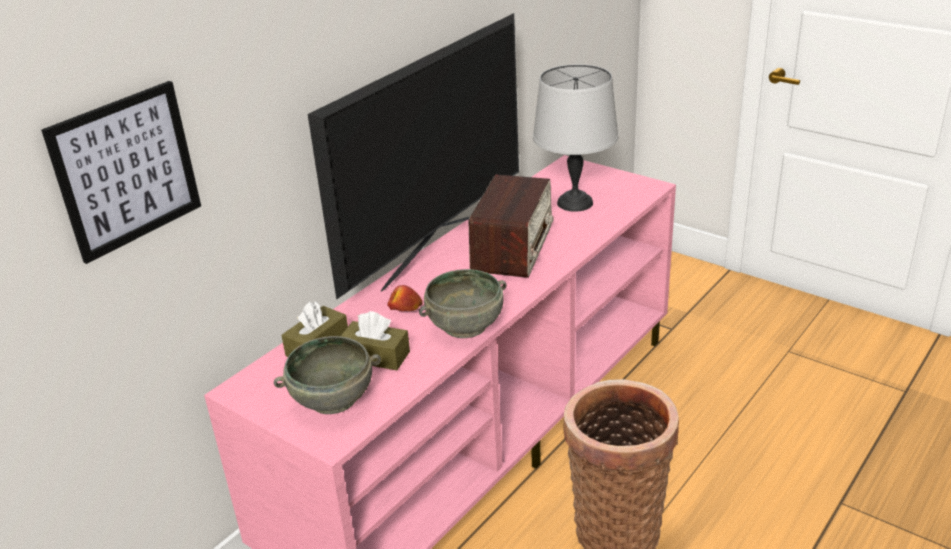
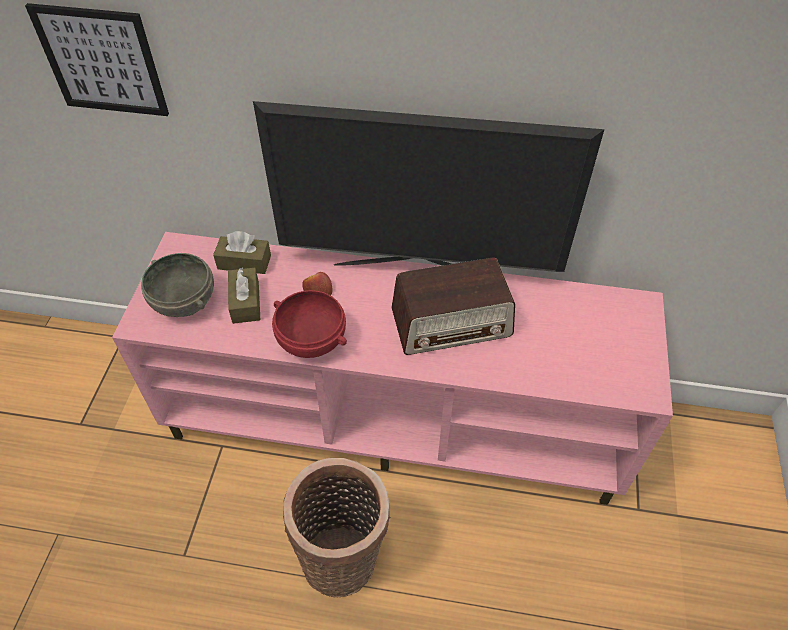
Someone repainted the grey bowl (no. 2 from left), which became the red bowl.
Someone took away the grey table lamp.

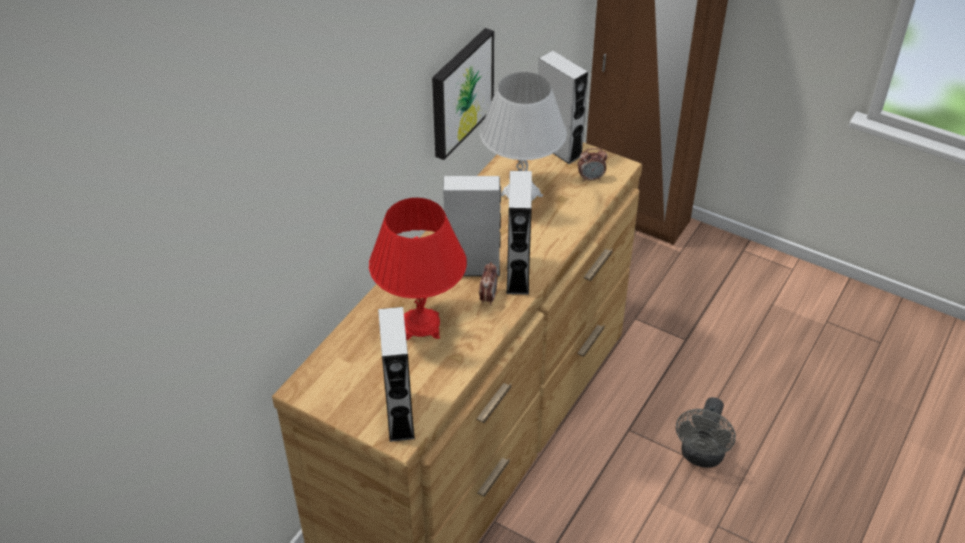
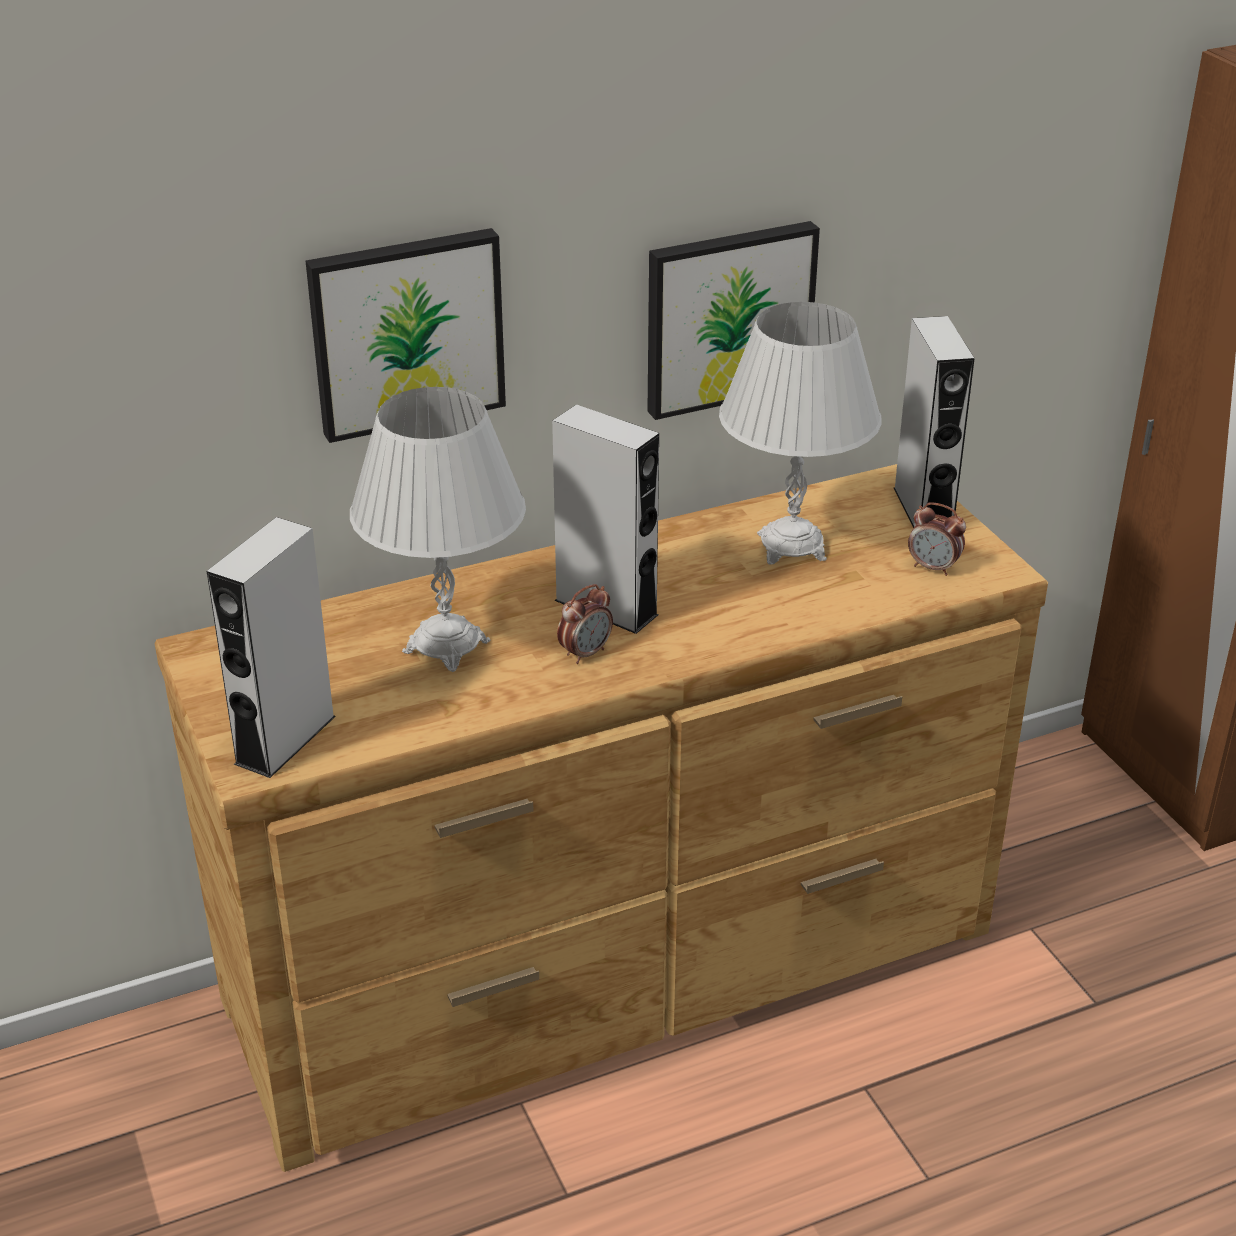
Someone put up the picture (no. 1 from left).
Someone repainted the red table lamp, which became the white table lamp (no. 1 from left).
Someone took away the grey speaker (no. 3 from left).
Someone took away the grey fan.

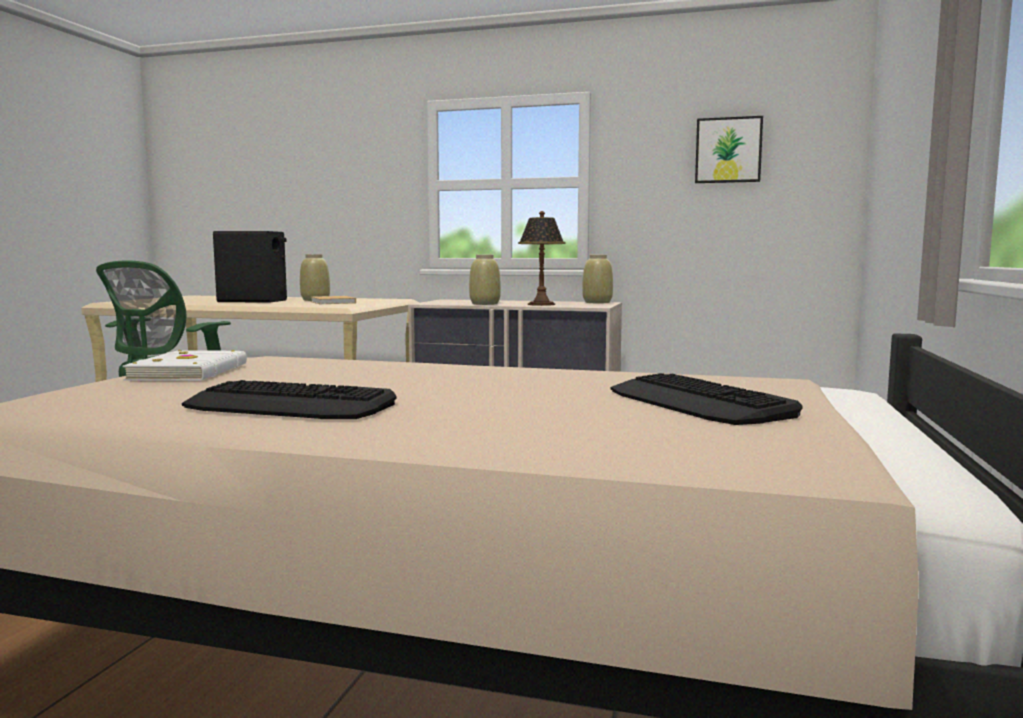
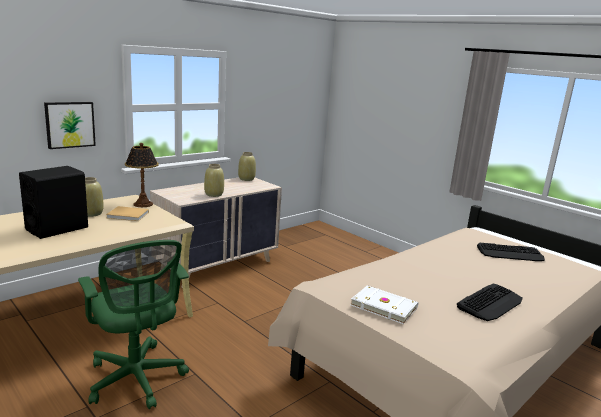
Someone carried the picture.
Someone carried the table lamp.

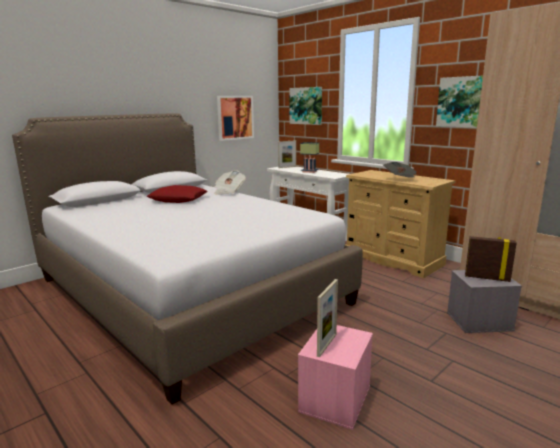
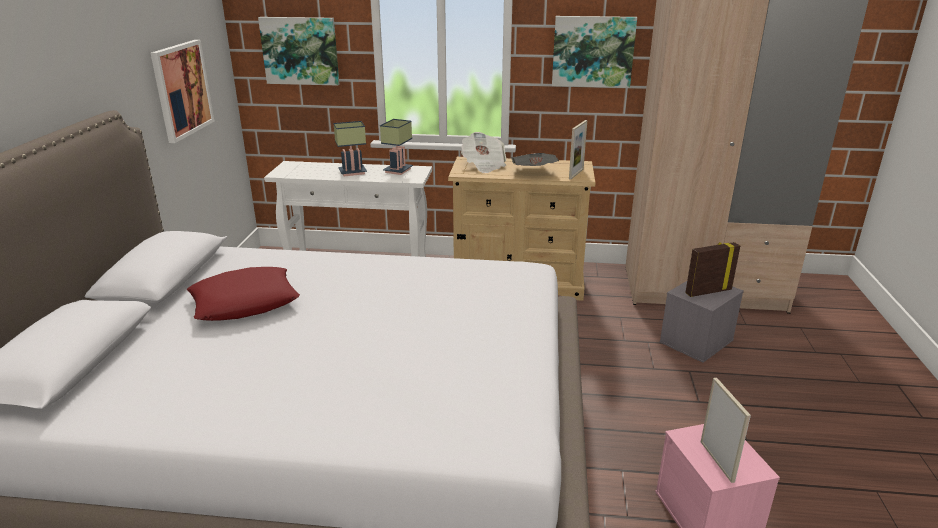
Someone put down the table lamp (no. 2 from left).
Someone carried the newspaper (no. 1 from left).
Someone carried the picture frame (no. 1 from left).

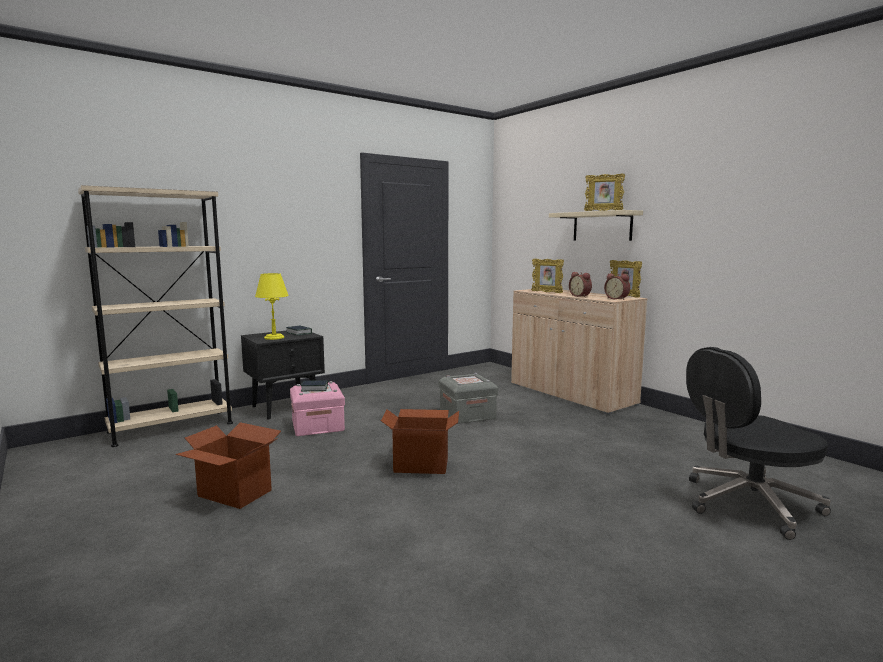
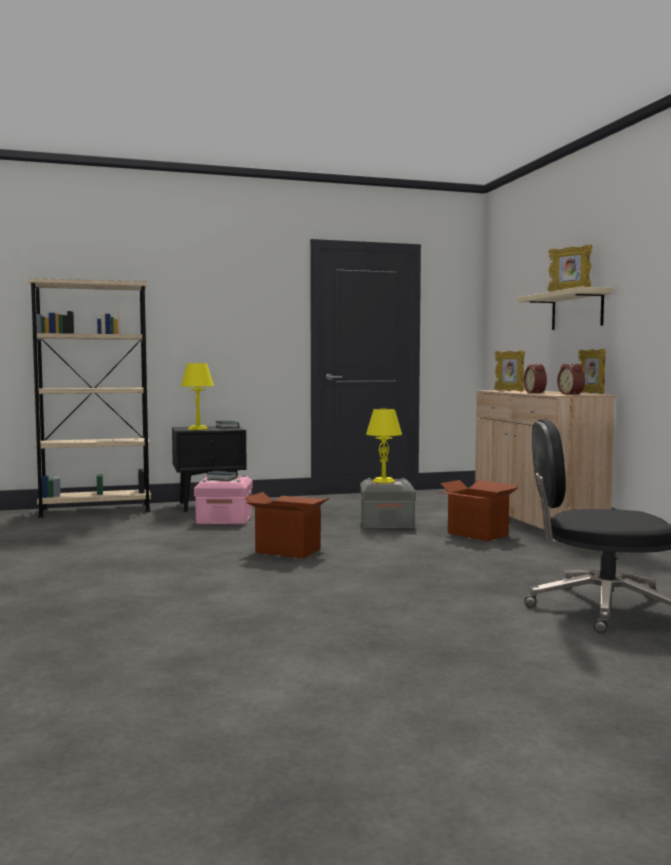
Someone put down the yellow table lamp (no. 2 from left).
Someone carried the cardboard box (no. 1 from left in the first image).

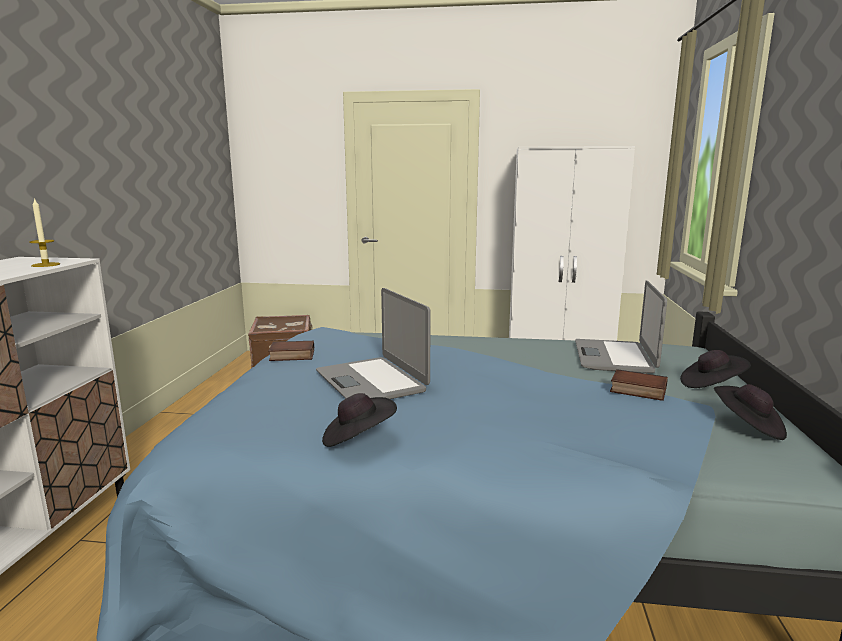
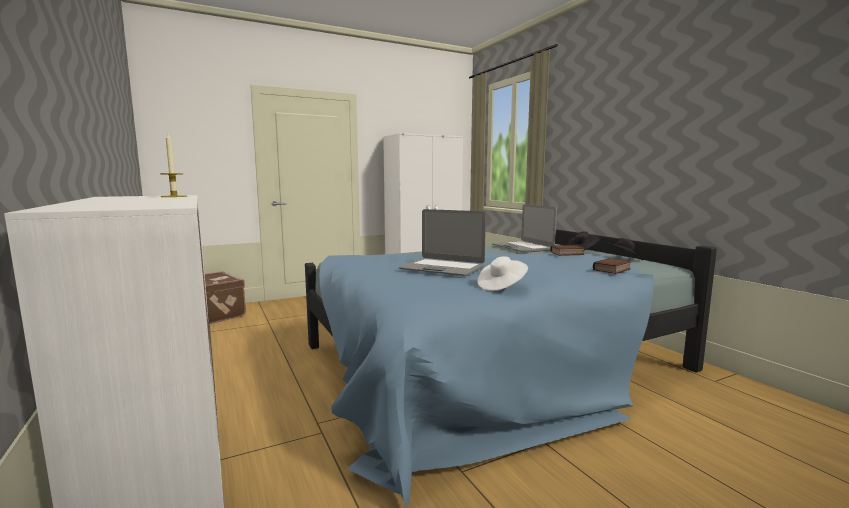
Someone repainted the black hat (no. 1 from left), which became the white hat.
Someone carried the book (no. 1 from left in the first image).

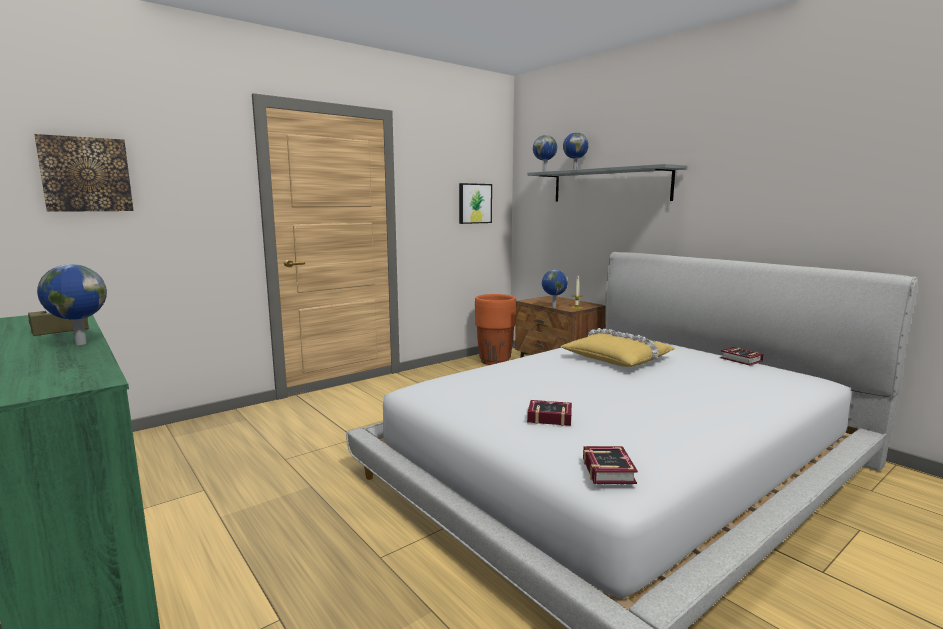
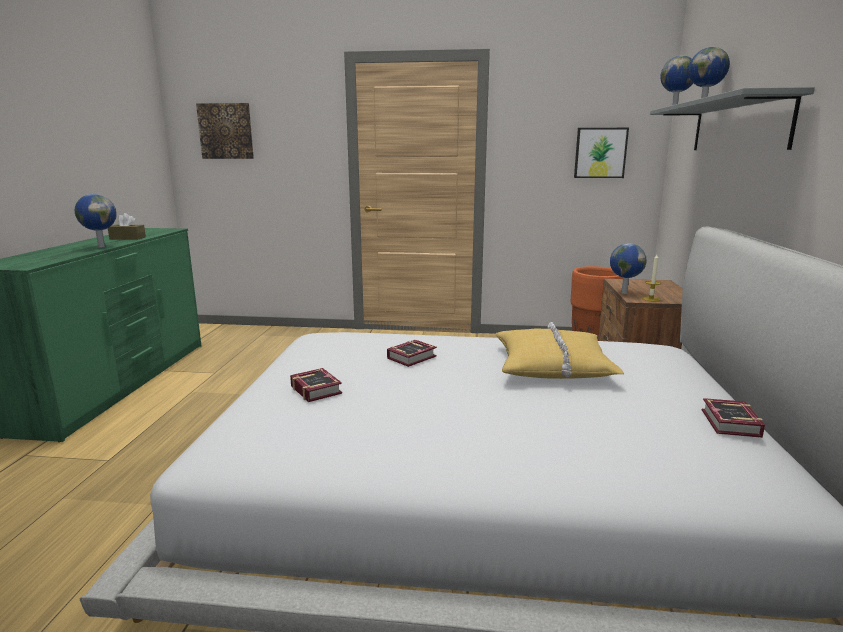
Someone carried the book (no. 2 from left).

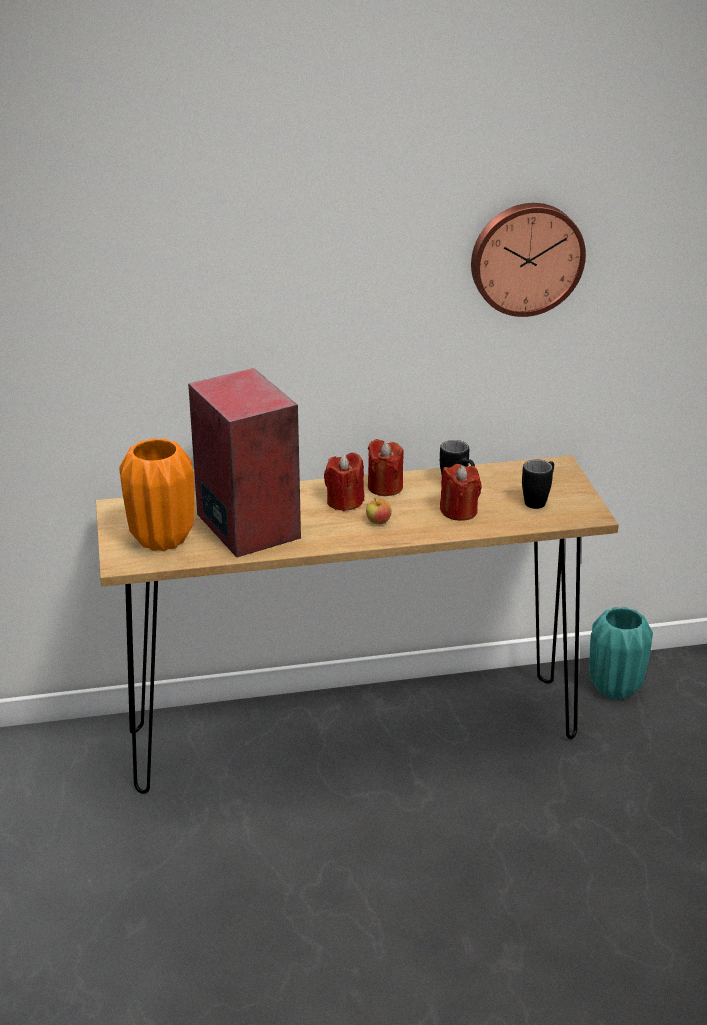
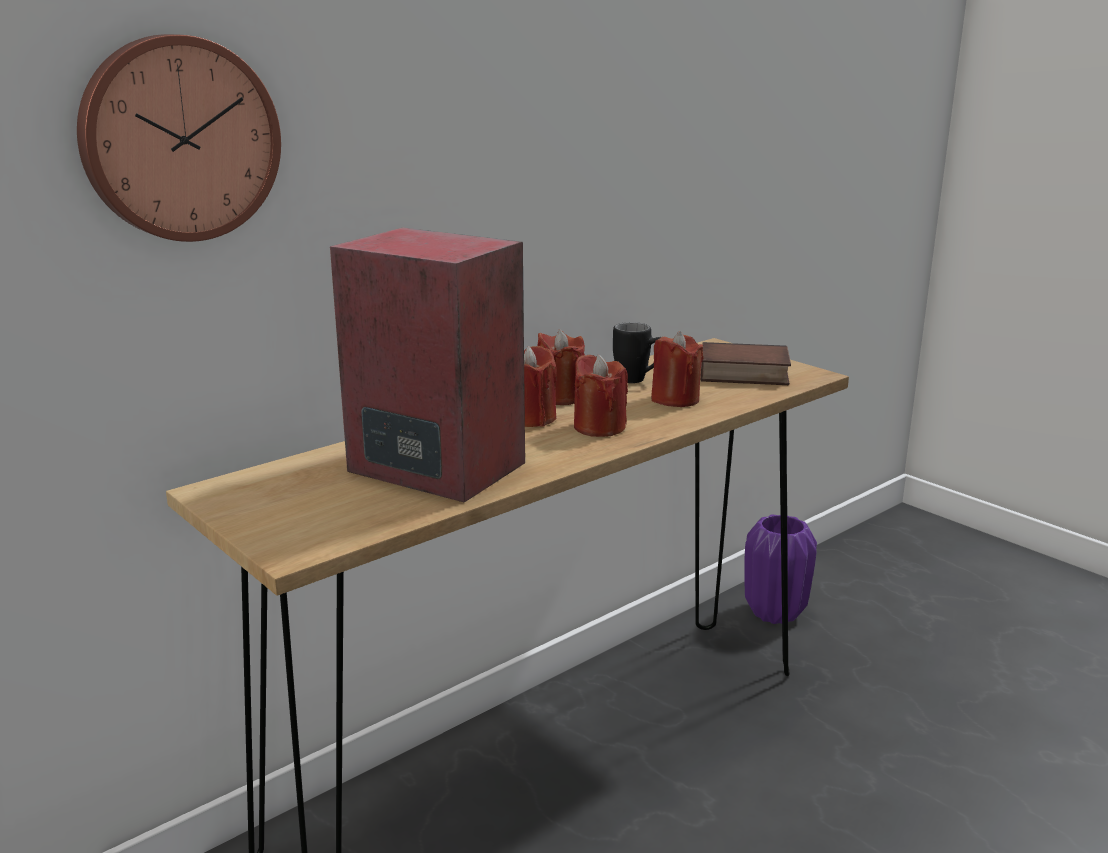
Someone carried the wall clock.
Someone swapped the apple for the red candle (no. 3 from left).
Someone swapped the black mug (no. 2 from left) for the book.
Someone repainted the turquoise vase, which became the purple vase.
Someone took away the orange vase.

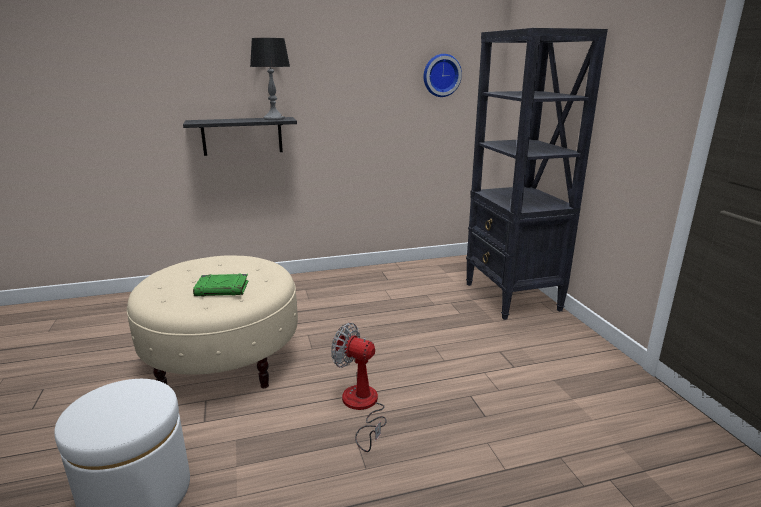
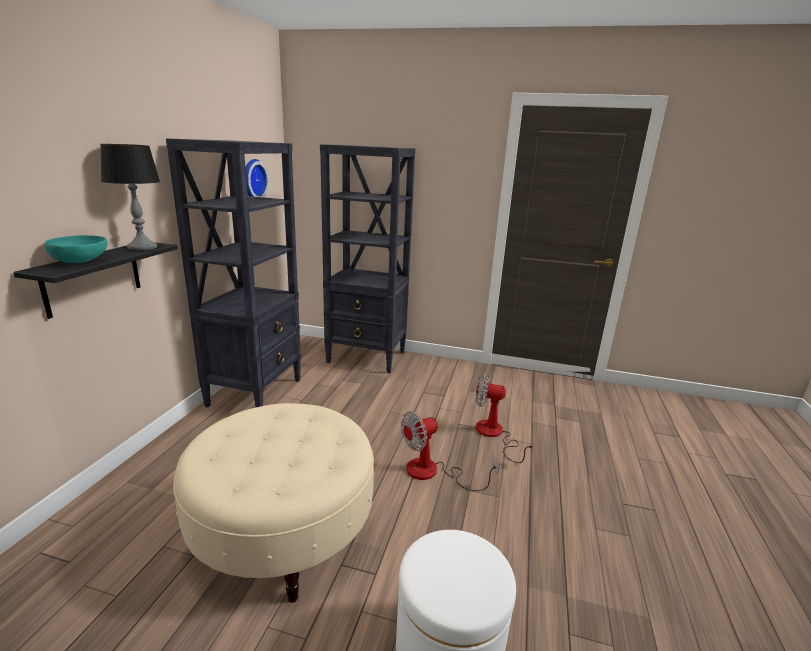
Someone put down the turquoise bowl.
Someone put down the black bookcase (no. 1 from left).
Someone put down the fan (no. 2 from left).
Someone took away the green book.

